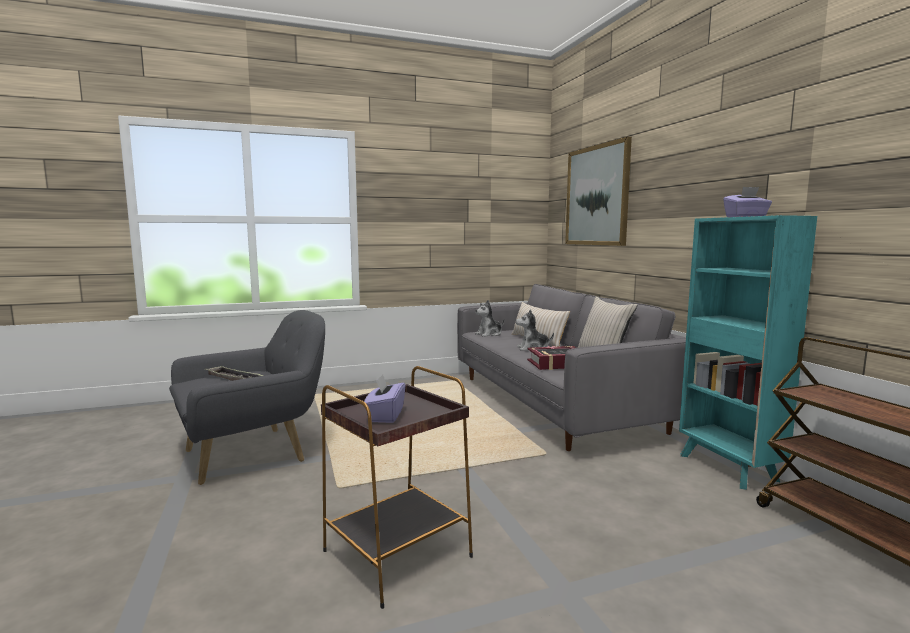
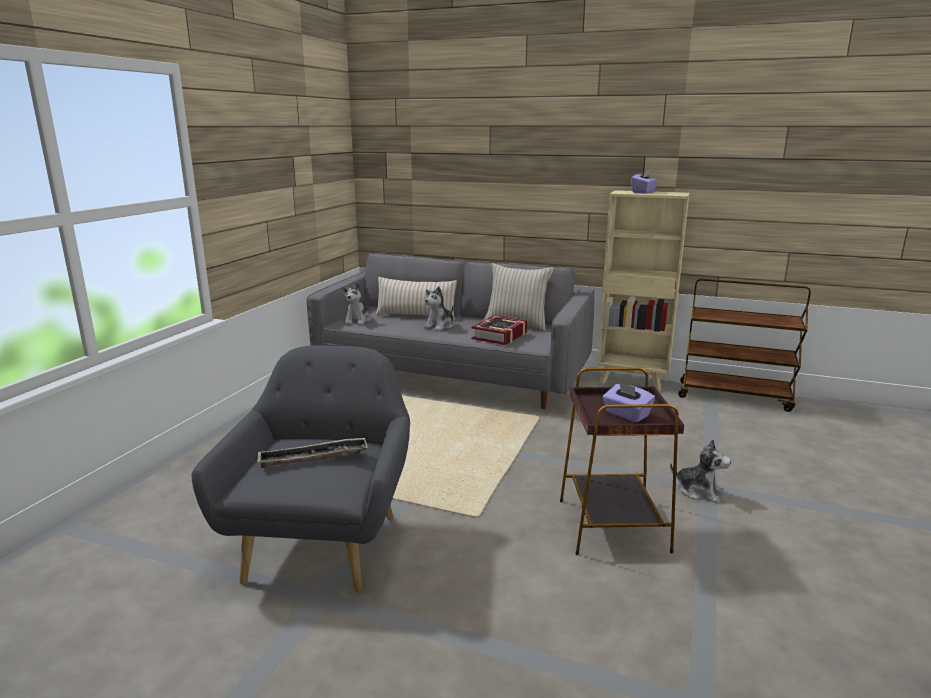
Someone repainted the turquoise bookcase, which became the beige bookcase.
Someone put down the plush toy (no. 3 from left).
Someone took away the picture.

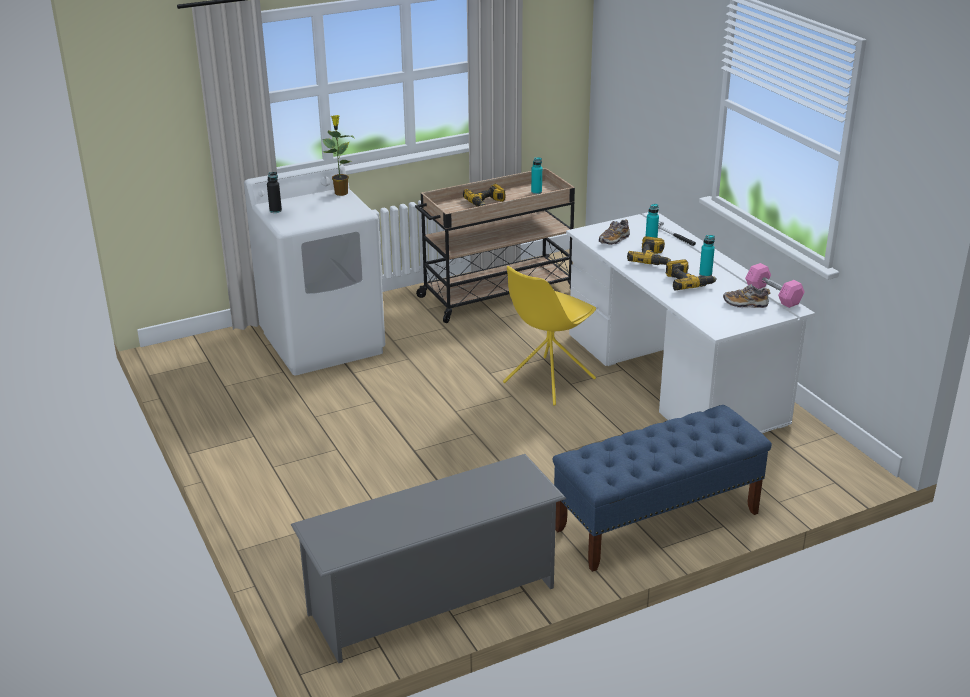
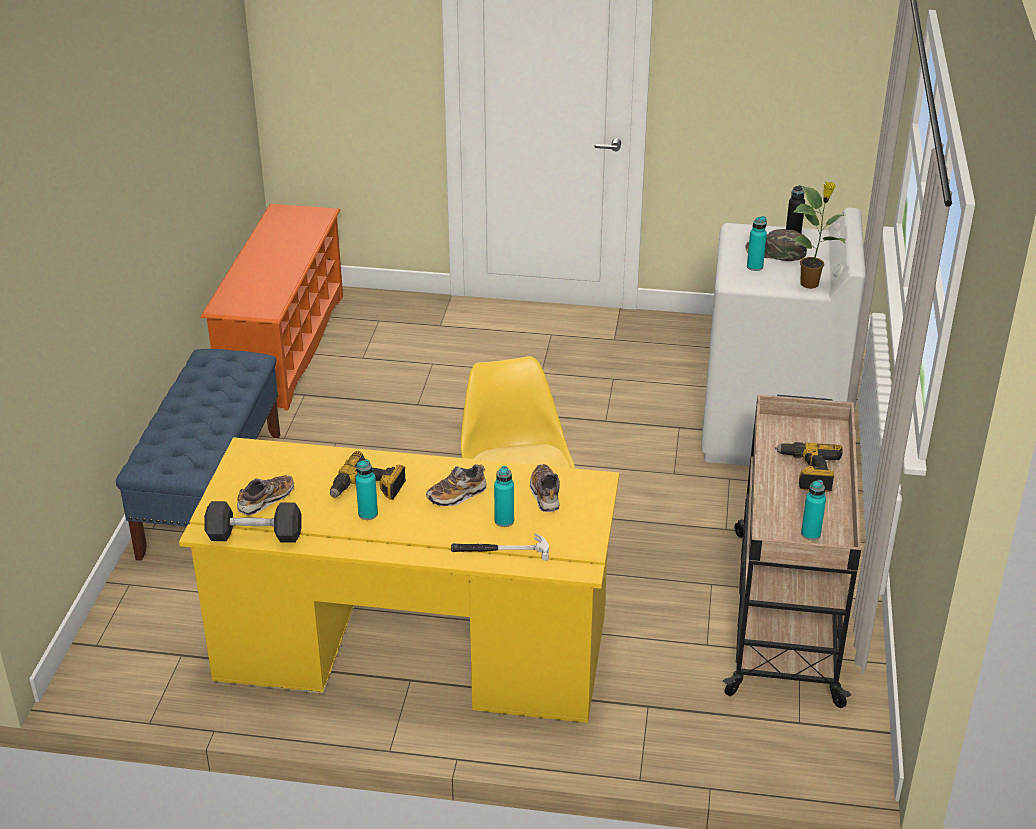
Someone repainted the white desk, which became the yellow desk.
Someone repainted the grey shoe rack, which became the orange shoe rack.
Someone repainted the pink dumbbell, which became the grey dumbbell.
Someone swapped the power drill (no. 2 from left) for the shoe (no. 2 from left).
Someone put down the green cap.
Someone put down the turquoise bottle (no. 3 from left).

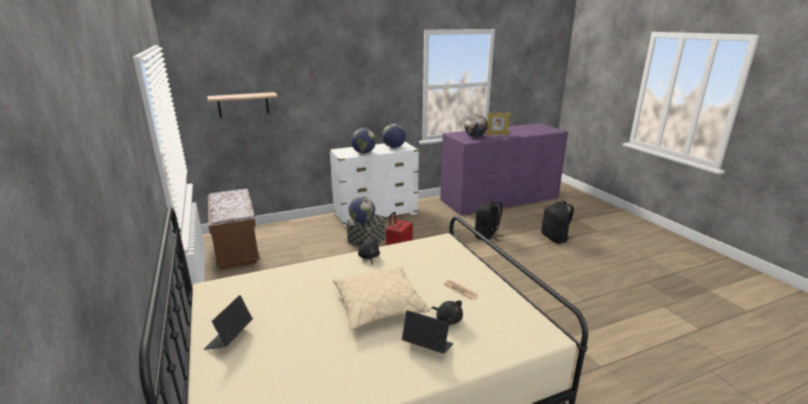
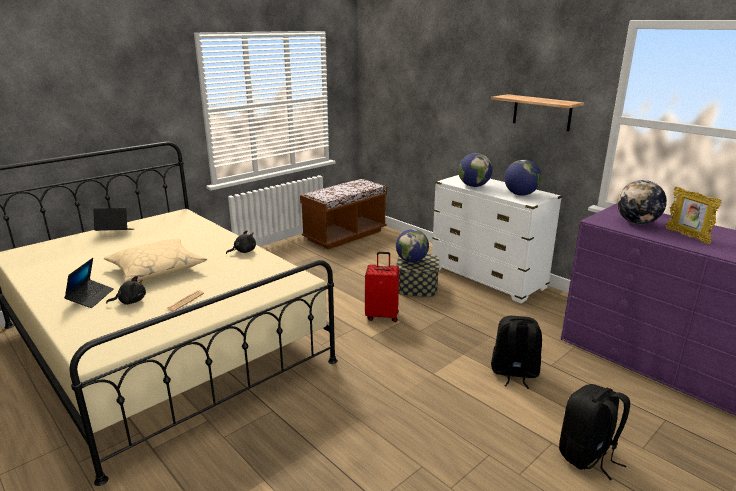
Someone rotated the black plush toy (no. 2 from left in the first image) by 135 degrees counterclockwise.
Someone carried the shelf.

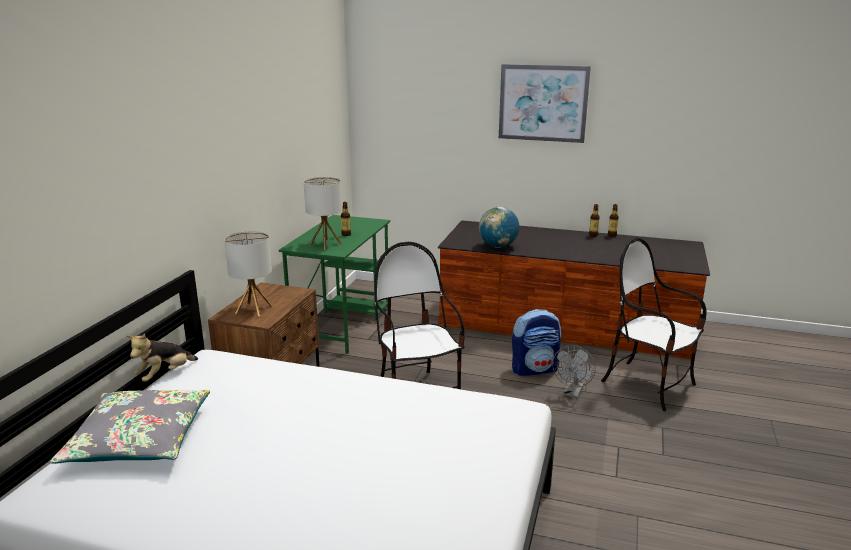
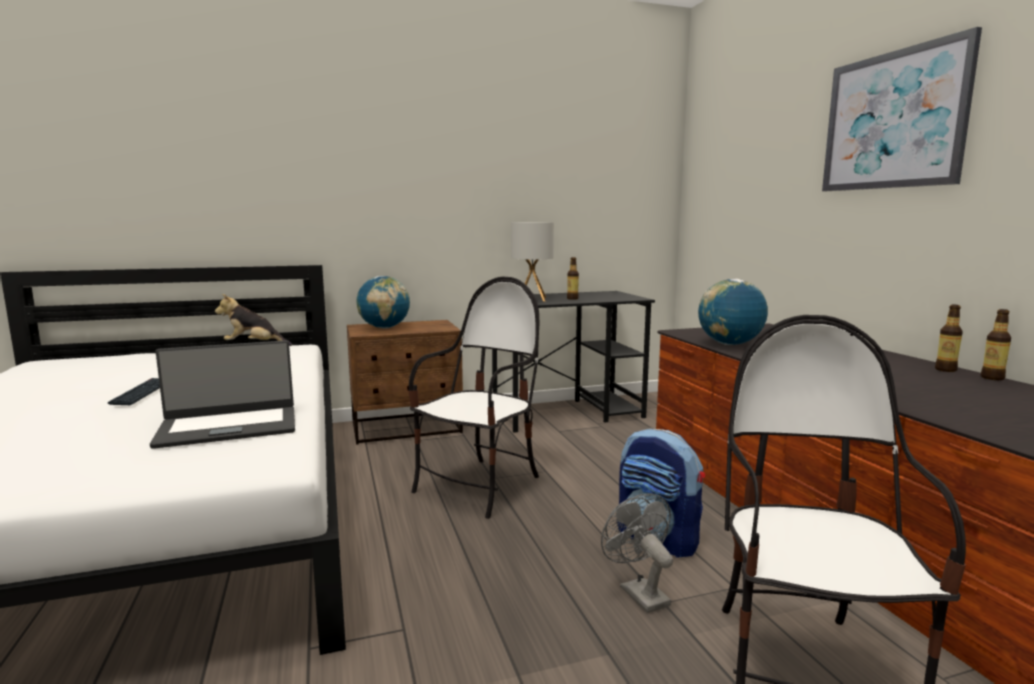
Someone put down the keyboard.
Someone put down the laptop.
Someone swapped the table lamp (no. 1 from left) for the globe (no. 1 from left).
Someone repainted the green desk, which became the black desk.
Someone rotated the grey fan by 75 degrees clockwise.
Someone took away the grey pillow.

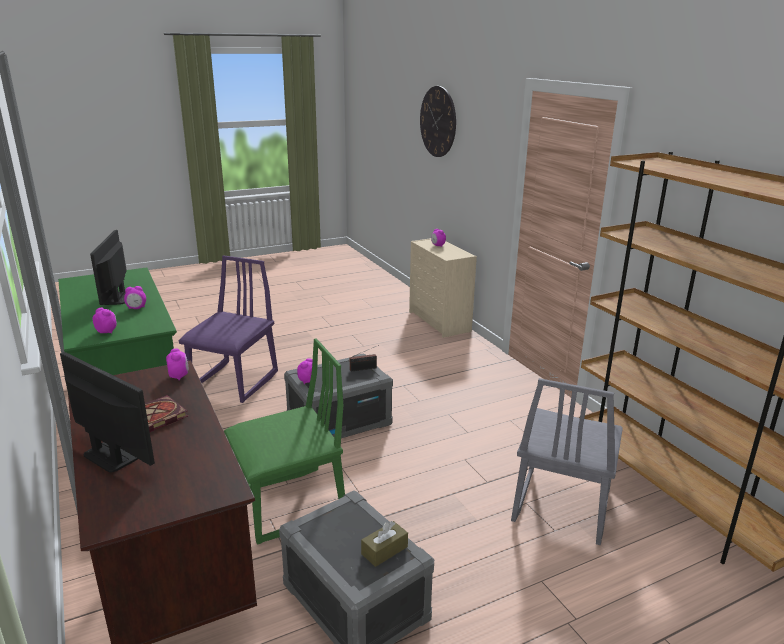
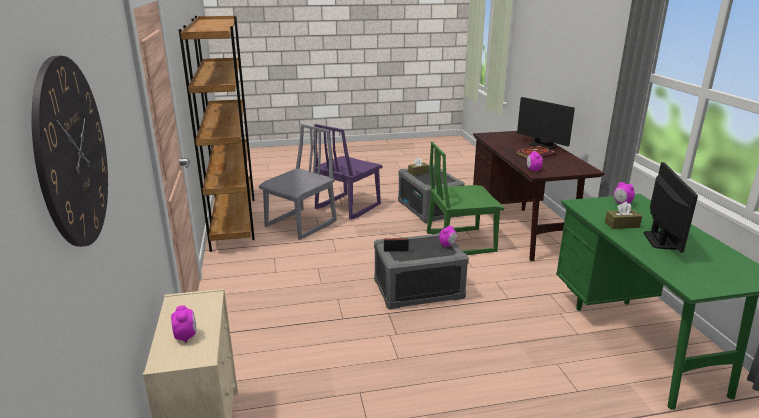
Someone carried the purple chair.
Someone swapped the alarm clock (no. 2 from left) for the brown tissue box (no. 2 from left).

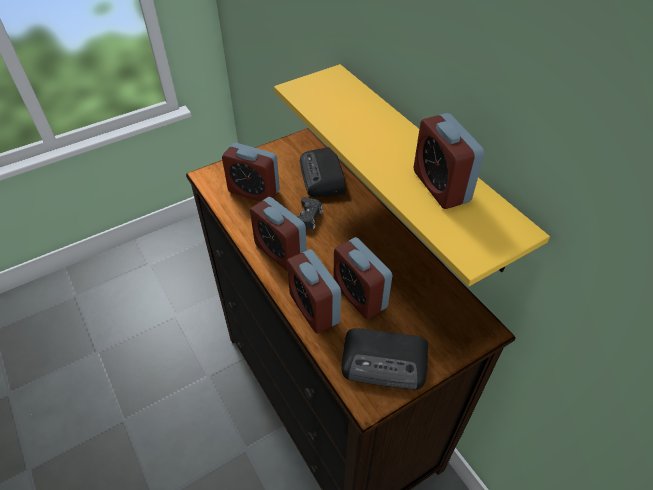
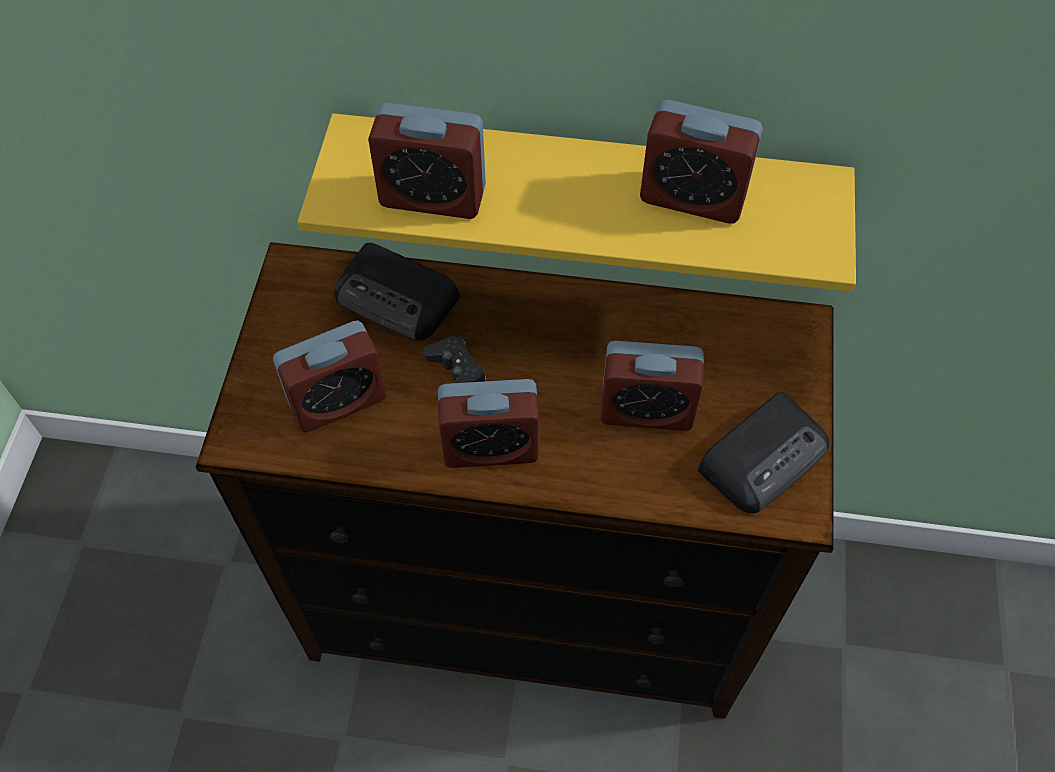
Someone carried the alarm clock (no. 3 from left in the first image).

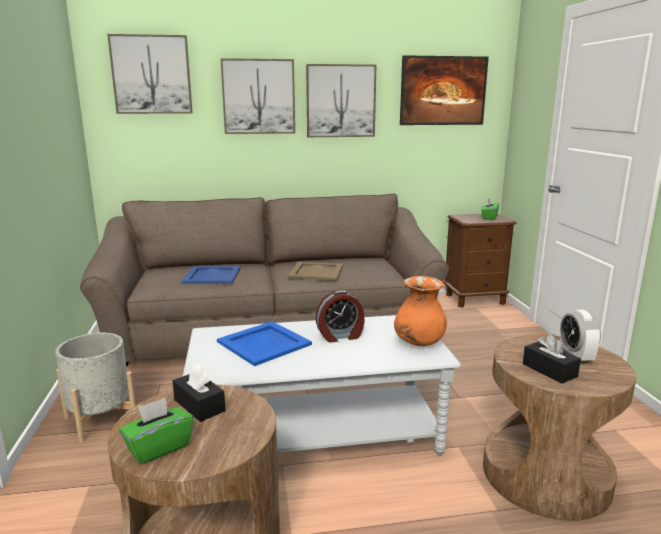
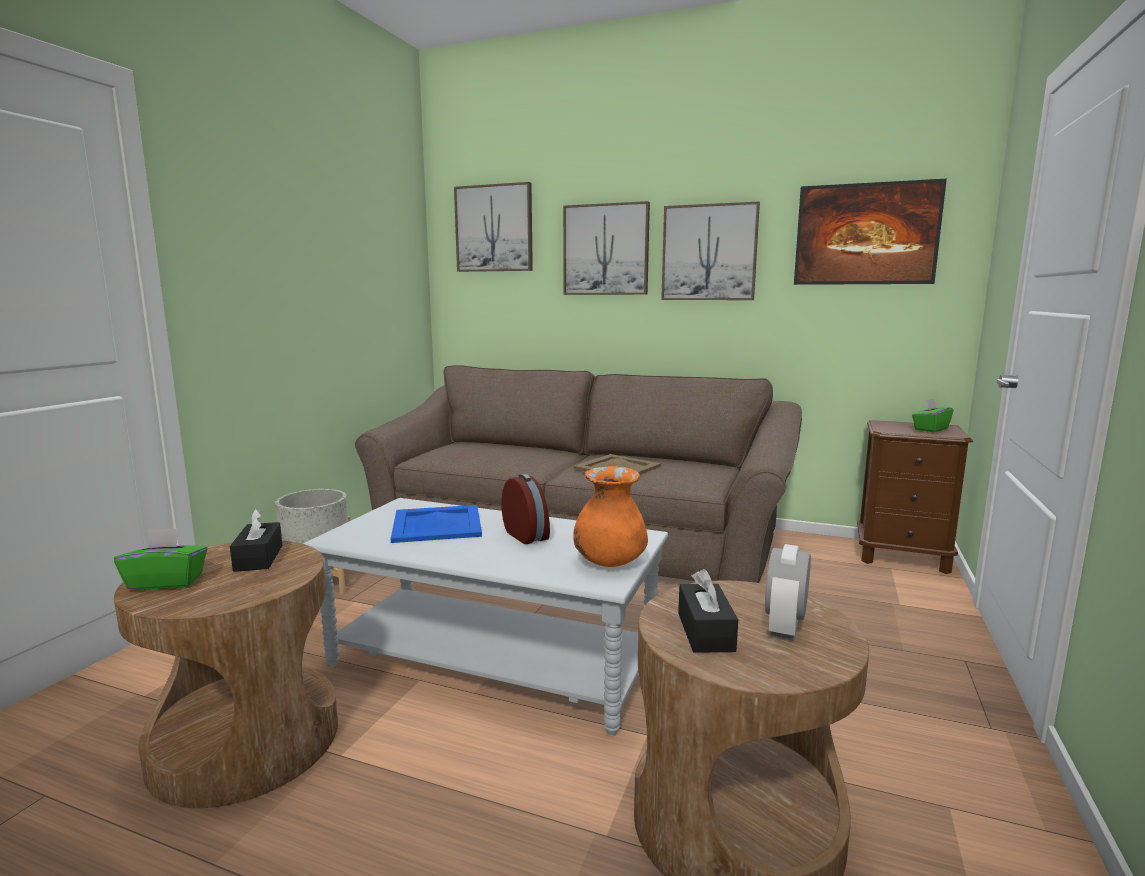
Someone rotated the alarm clock (no. 1 from left) by 135 degrees counterclockwise.
Someone took away the blue tray (no. 1 from left).

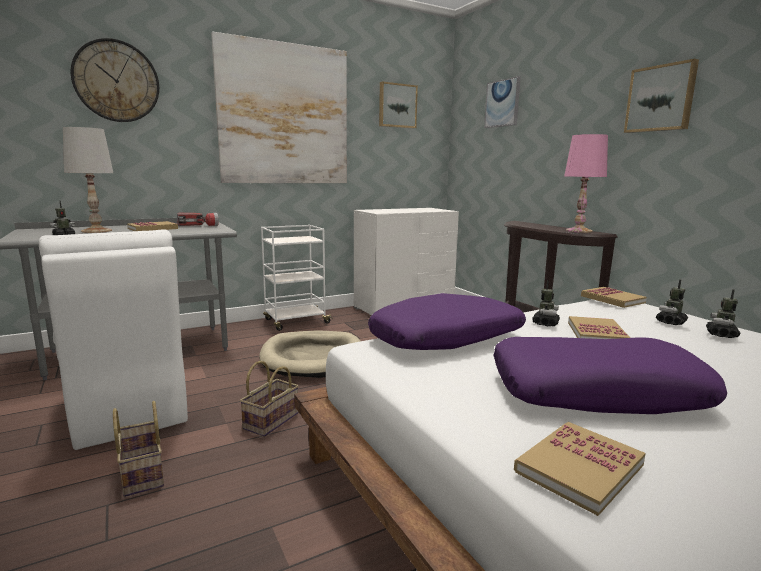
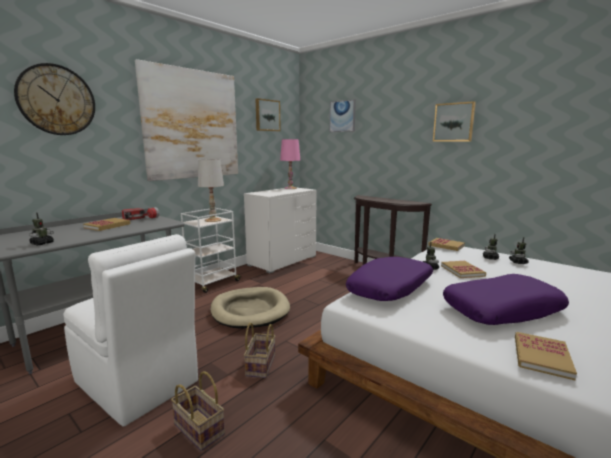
Someone carried the white table lamp.
Someone carried the pink table lamp.

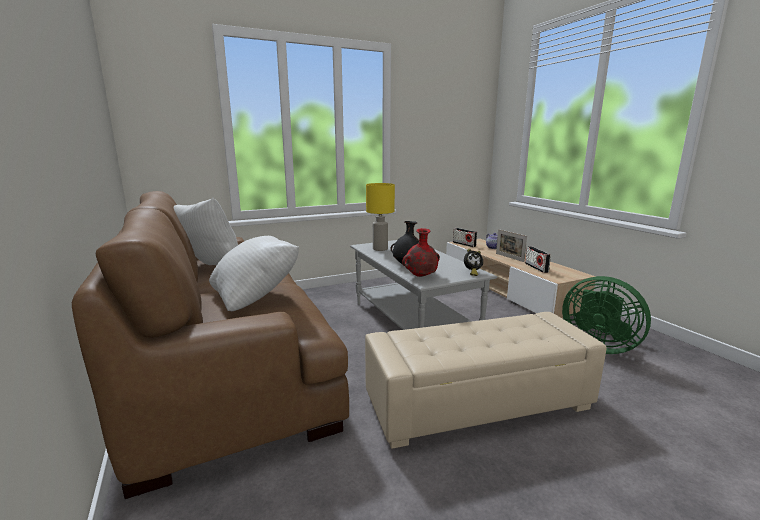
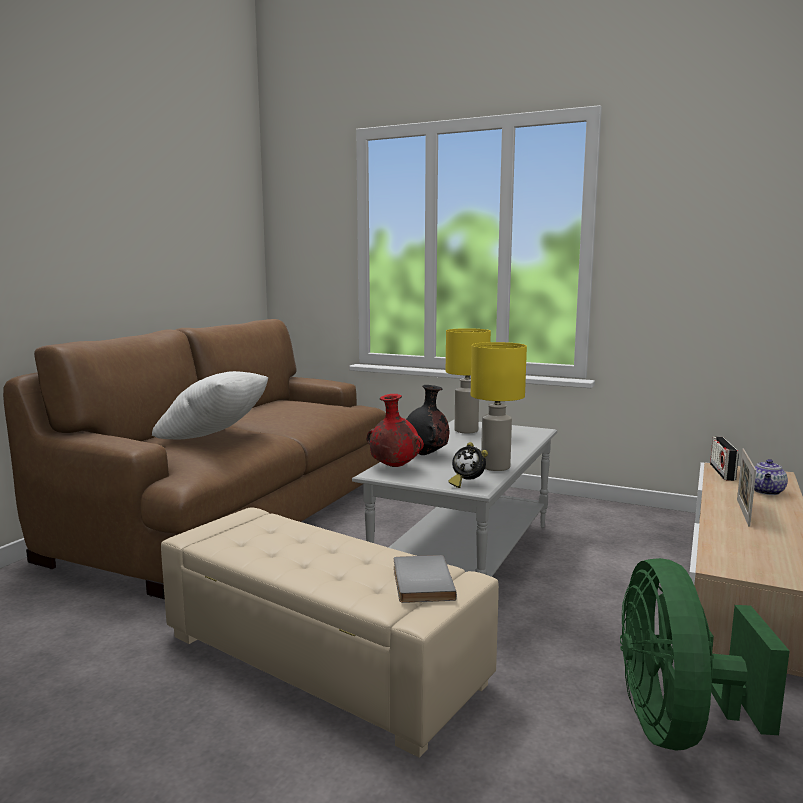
Someone put down the grey book.
Someone put down the yellow table lamp (no. 2 from left).
Someone took away the white pillow (no. 1 from left).
Someone took away the radio (no. 2 from left).

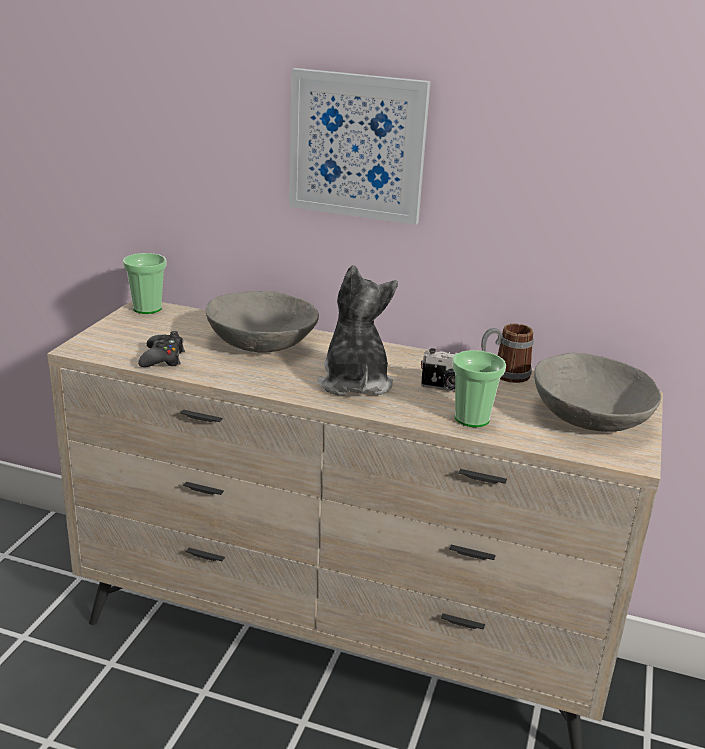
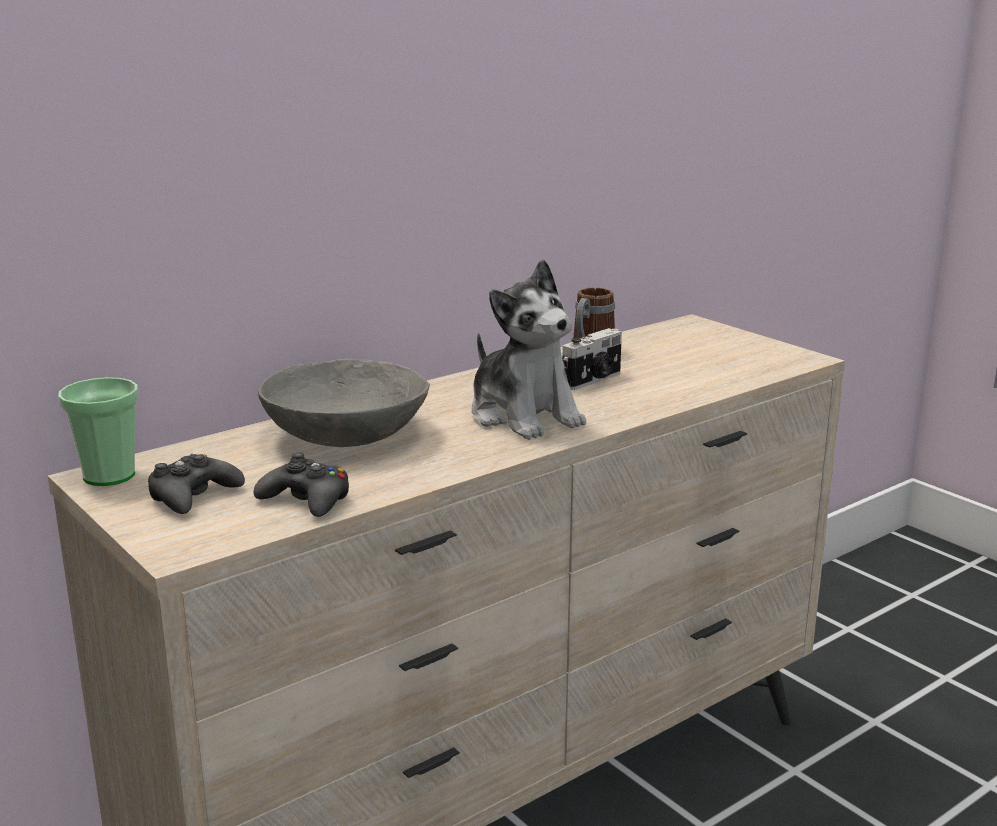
Someone put down the black game controller (no. 1 from left).
Someone rotated the plush toy by 150 degrees counterclockwise.
Someone took away the picture.
Someone took away the cup (no. 2 from left).
Someone took away the grey bowl (no. 2 from left).

